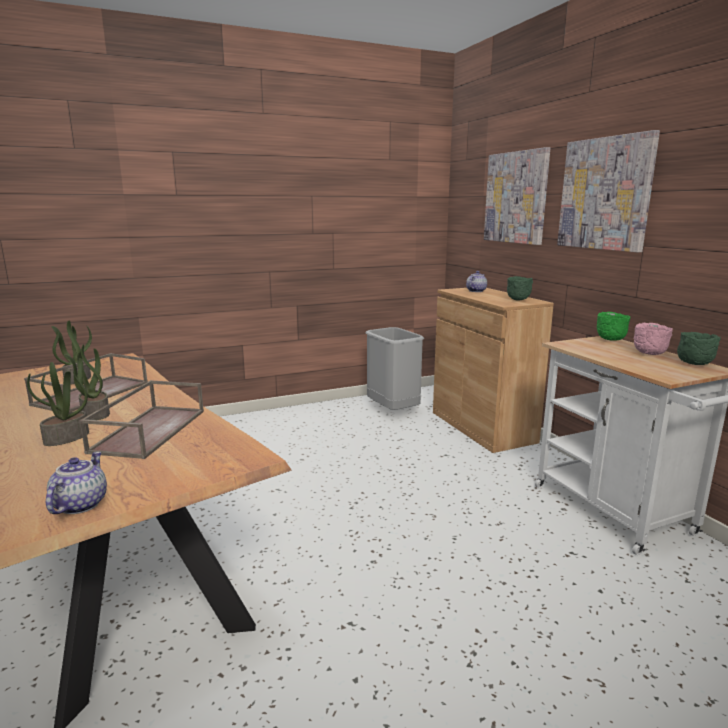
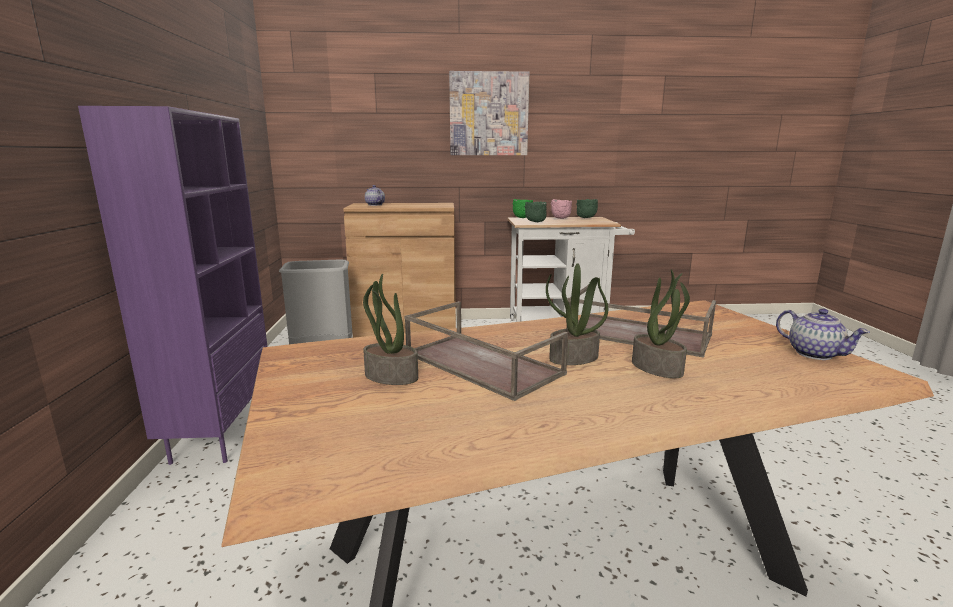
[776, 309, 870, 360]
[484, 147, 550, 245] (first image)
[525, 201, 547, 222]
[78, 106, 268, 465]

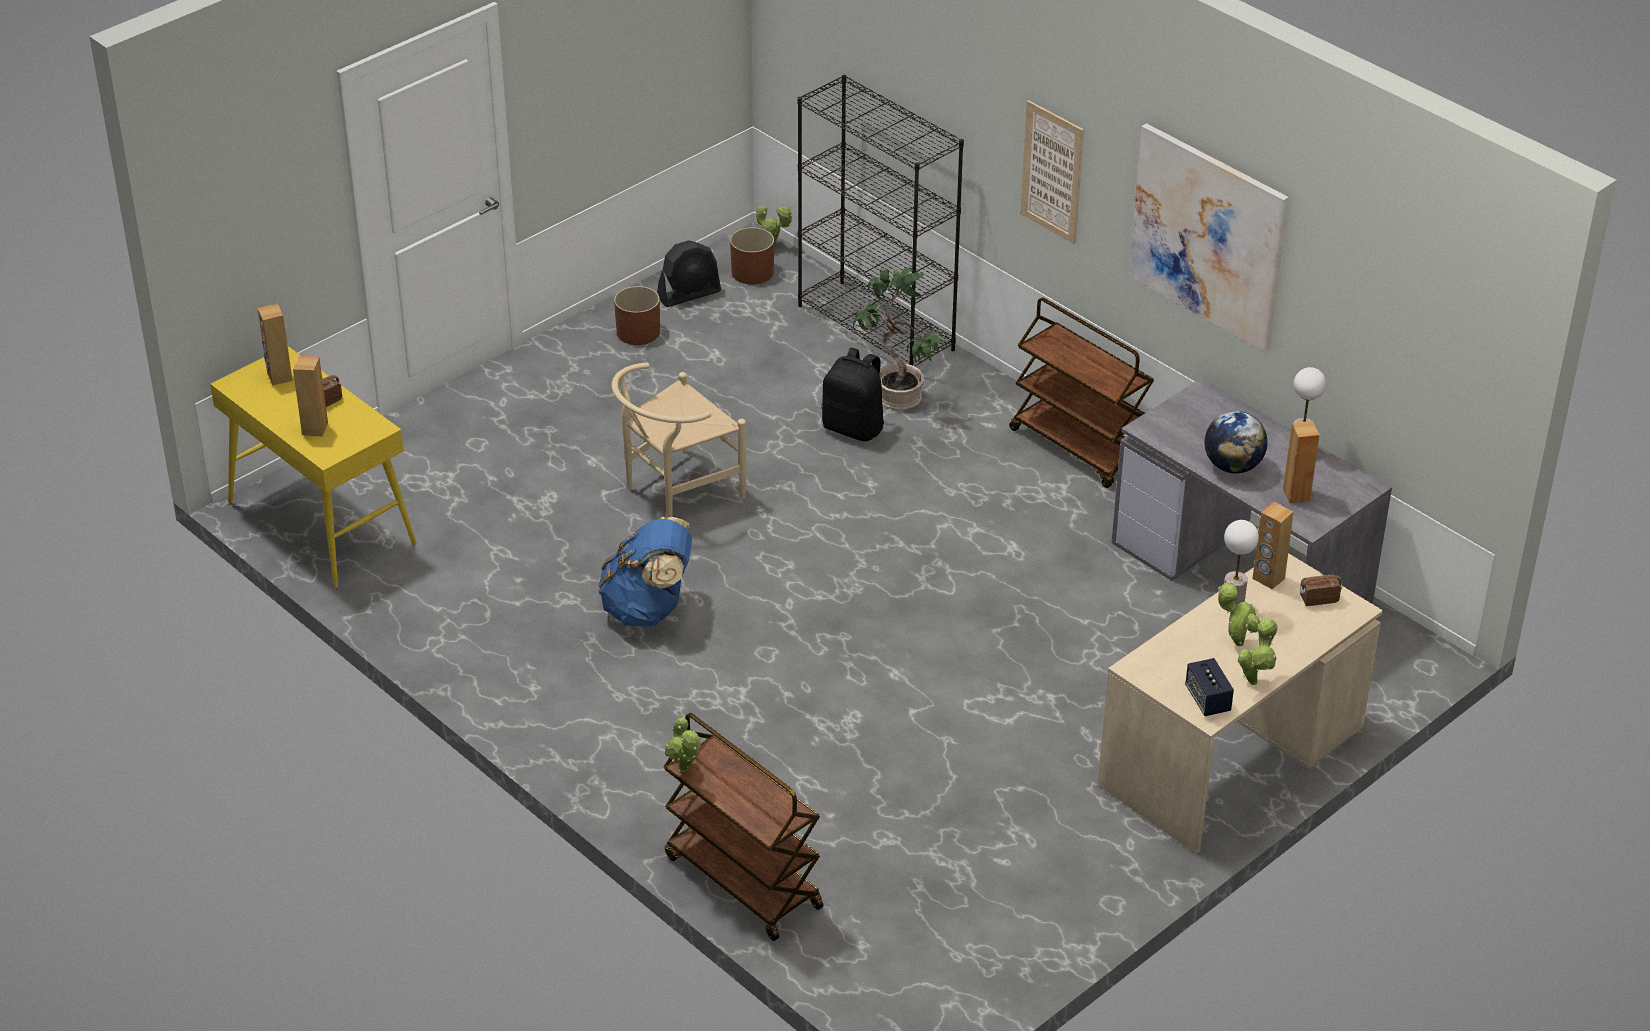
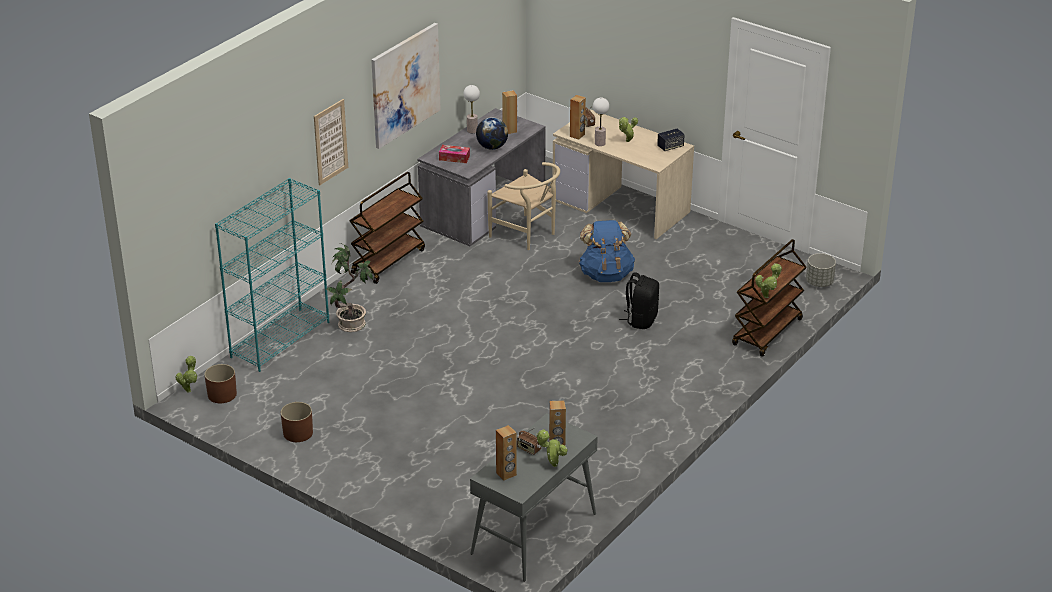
[470, 413, 598, 582]
[579, 220, 635, 282]
[487, 162, 560, 250]
[657, 240, 721, 307] (first image)
[215, 178, 329, 372]
[619, 272, 659, 329]
[536, 429, 568, 467]
[439, 145, 470, 163]
[806, 253, 836, 287]

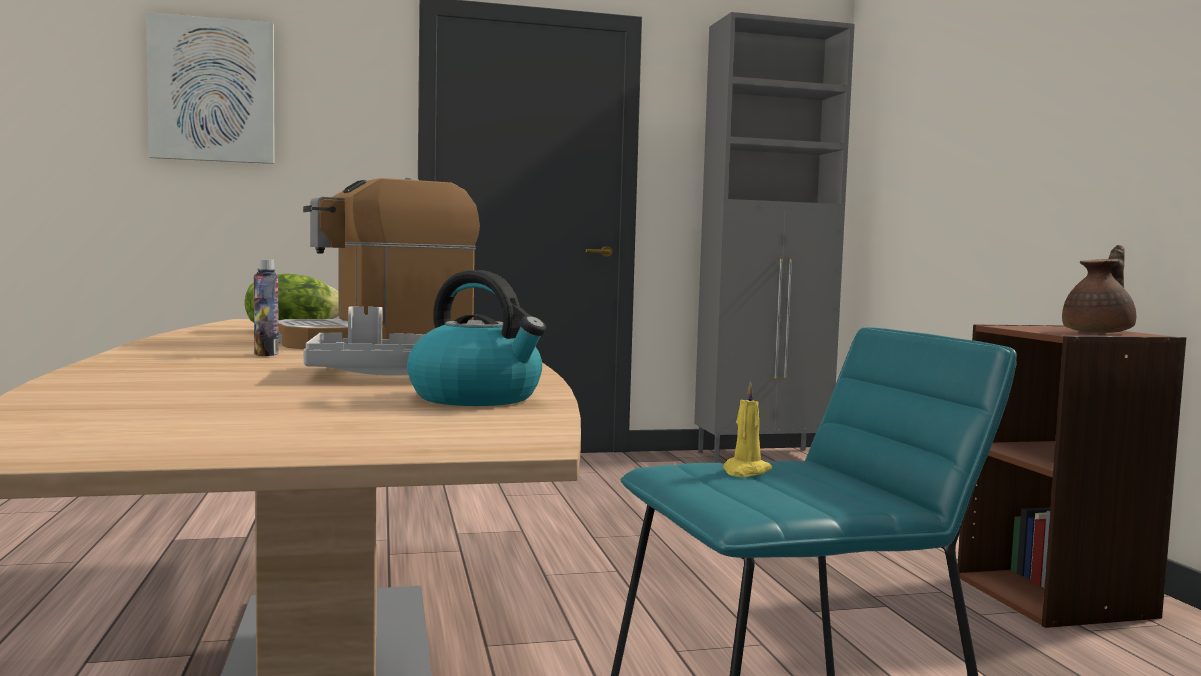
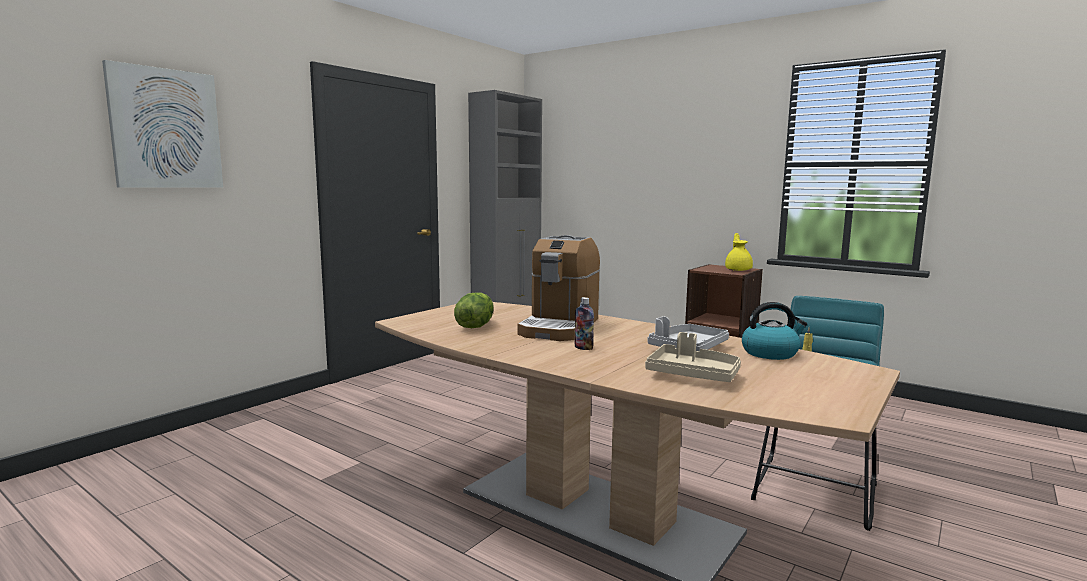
[725, 233, 753, 271]
[645, 332, 741, 382]

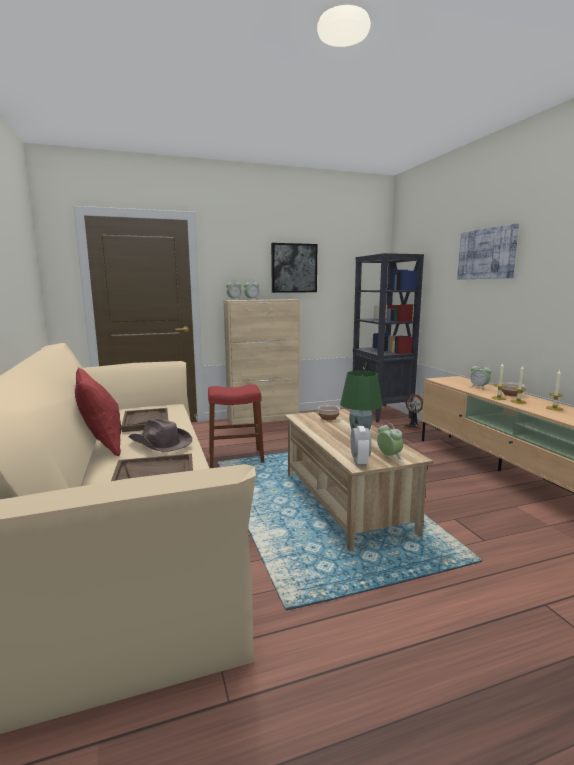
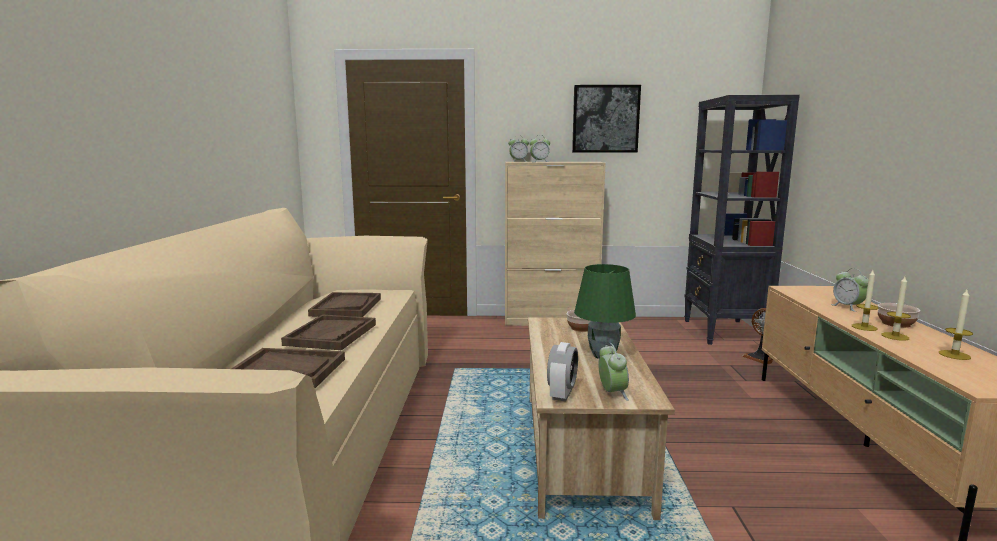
[75, 368, 121, 456] (first image)
[281, 314, 376, 350]
[208, 384, 264, 467] (first image)
[457, 223, 519, 279] (first image)

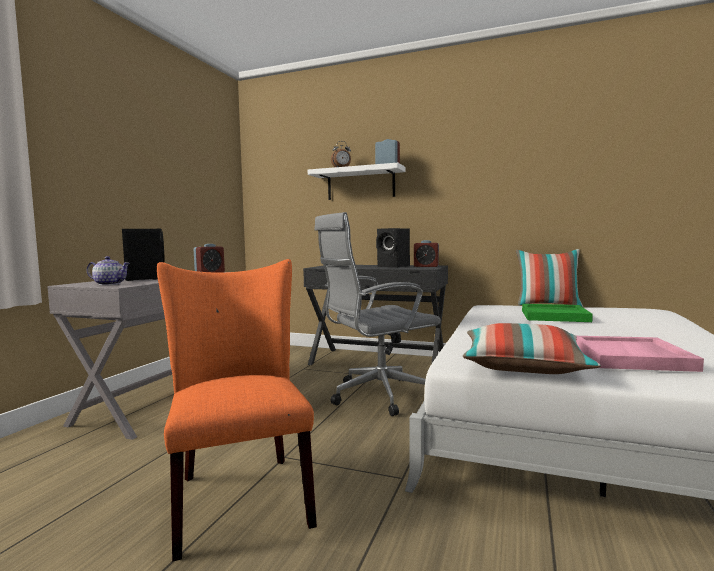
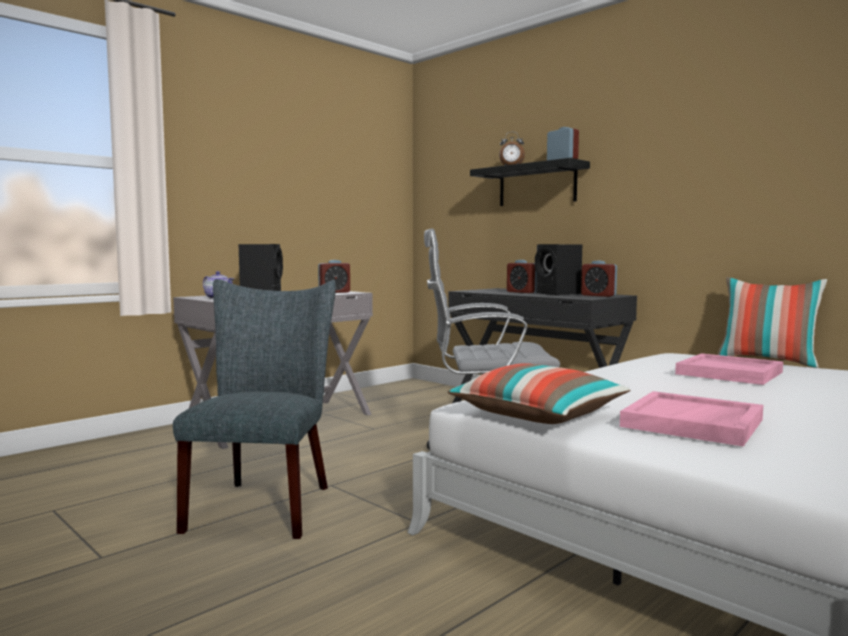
[173, 279, 336, 539]
[470, 158, 590, 206]
[675, 353, 783, 385]
[507, 260, 536, 293]

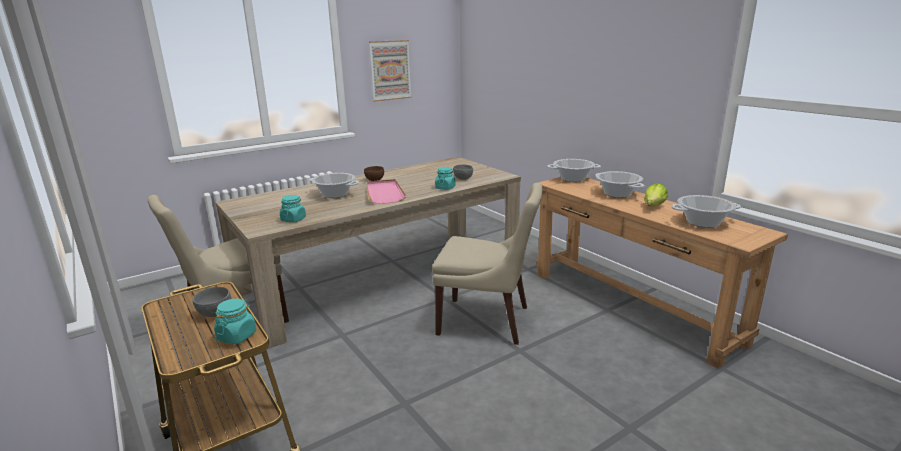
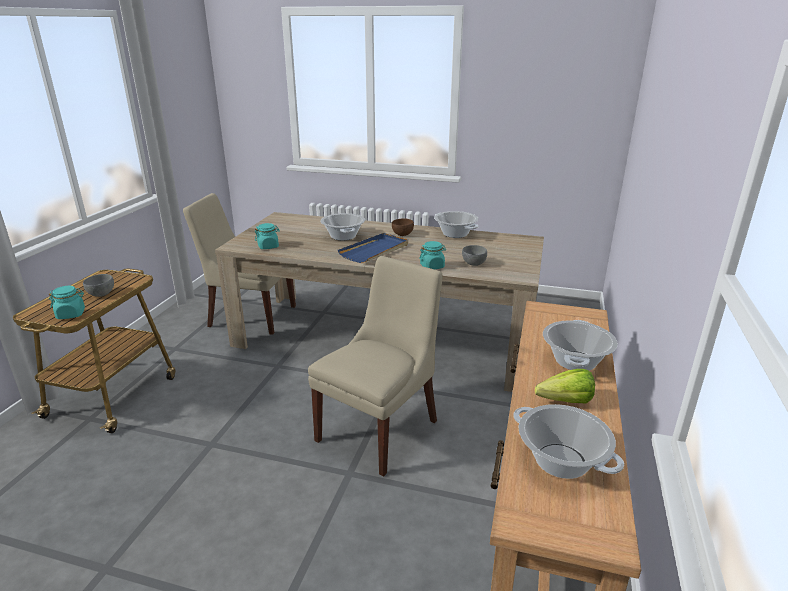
[338, 233, 408, 263]
[369, 40, 412, 102] (first image)
[308, 256, 442, 477]
[434, 211, 479, 238]

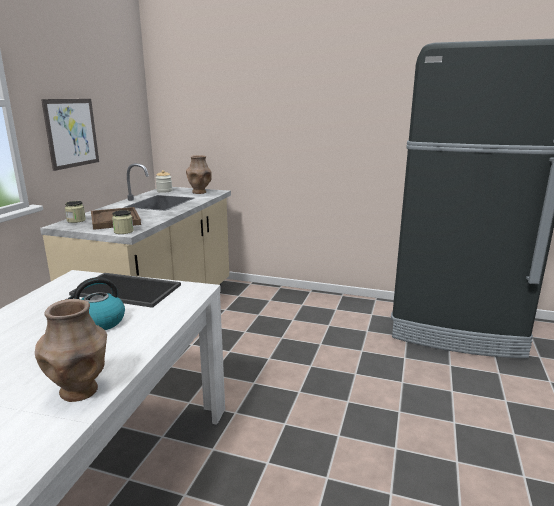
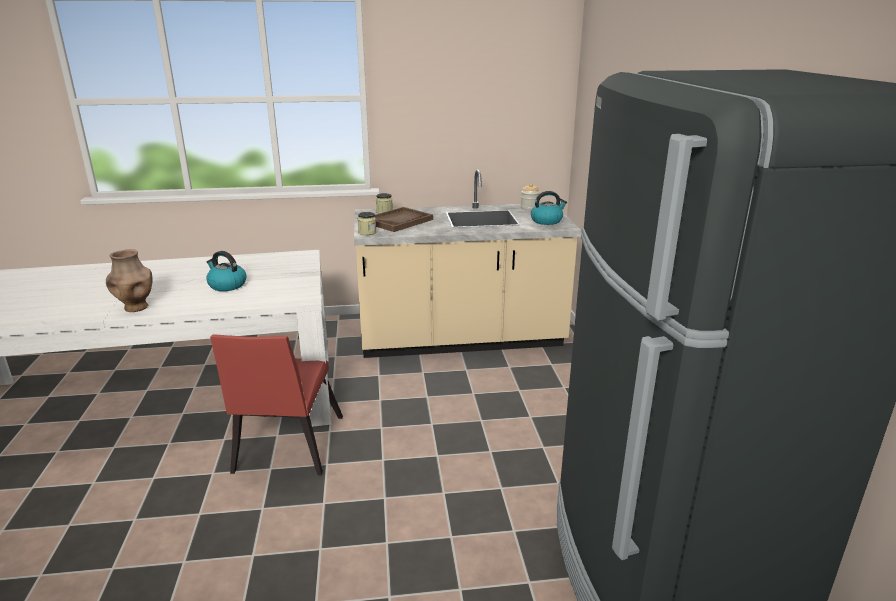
[41, 99, 99, 171] (first image)
[69, 273, 181, 308] (first image)
[531, 191, 567, 225]
[210, 334, 343, 475]

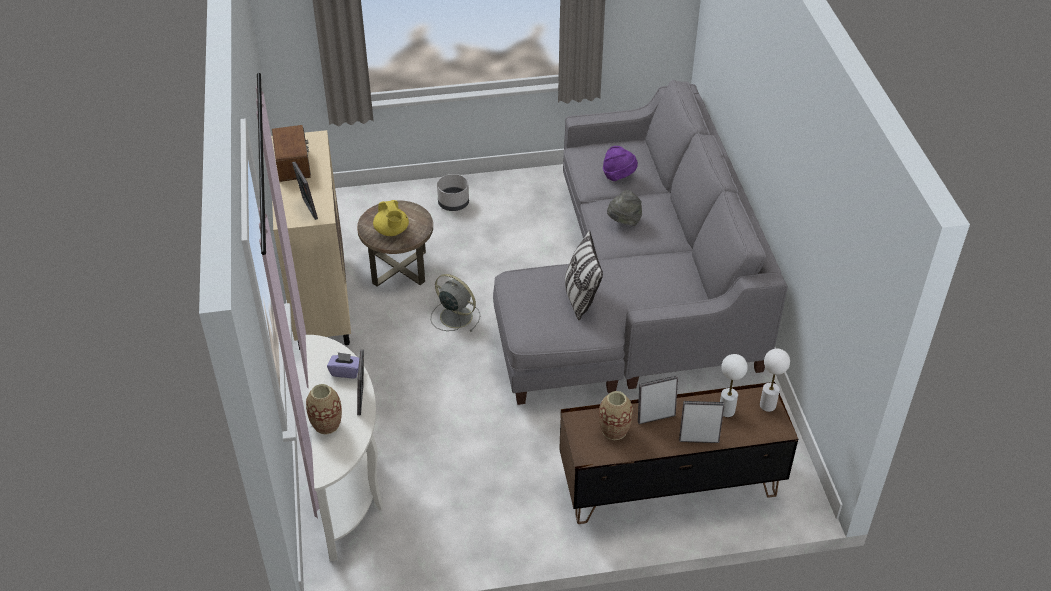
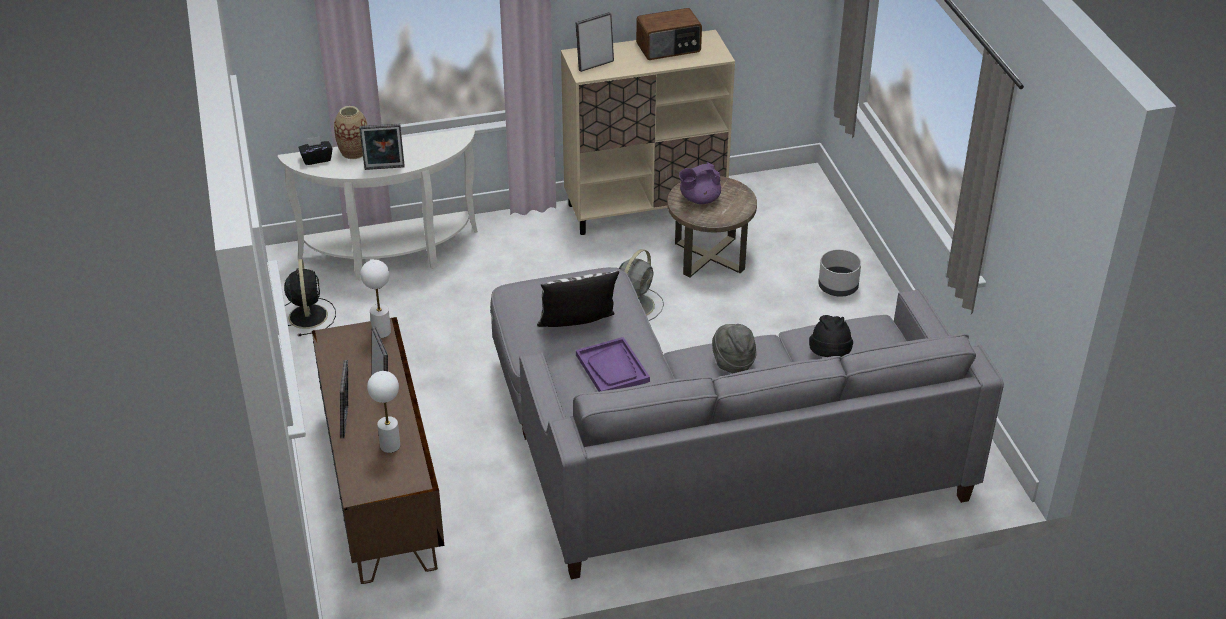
[327, 352, 359, 378] (first image)
[679, 162, 721, 204]
[599, 391, 633, 440] (first image)
[809, 315, 853, 357]
[360, 260, 391, 338]
[284, 259, 336, 336]
[298, 136, 332, 165]
[576, 337, 650, 392]

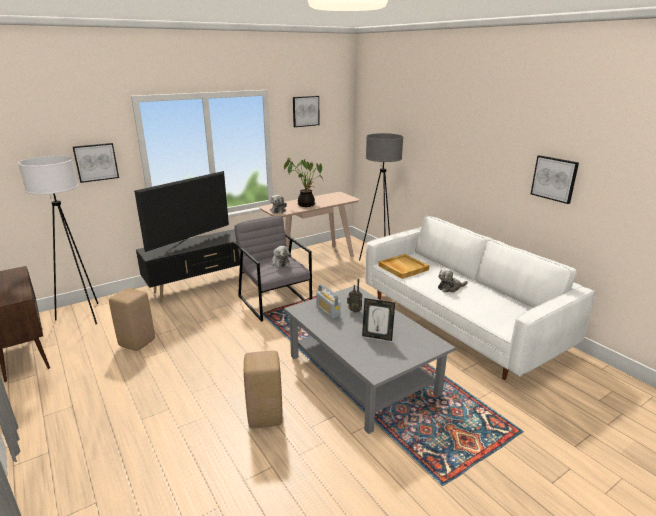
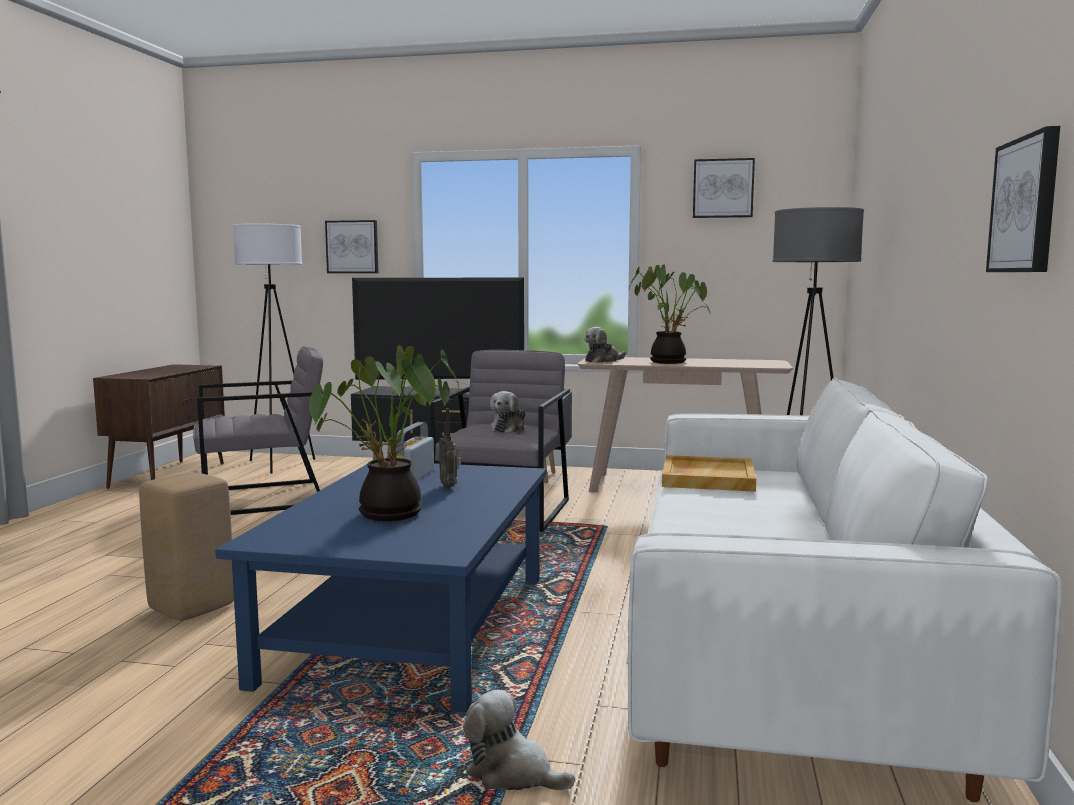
[193, 346, 324, 515]
[215, 463, 546, 712]
[310, 345, 459, 521]
[463, 689, 575, 791]

